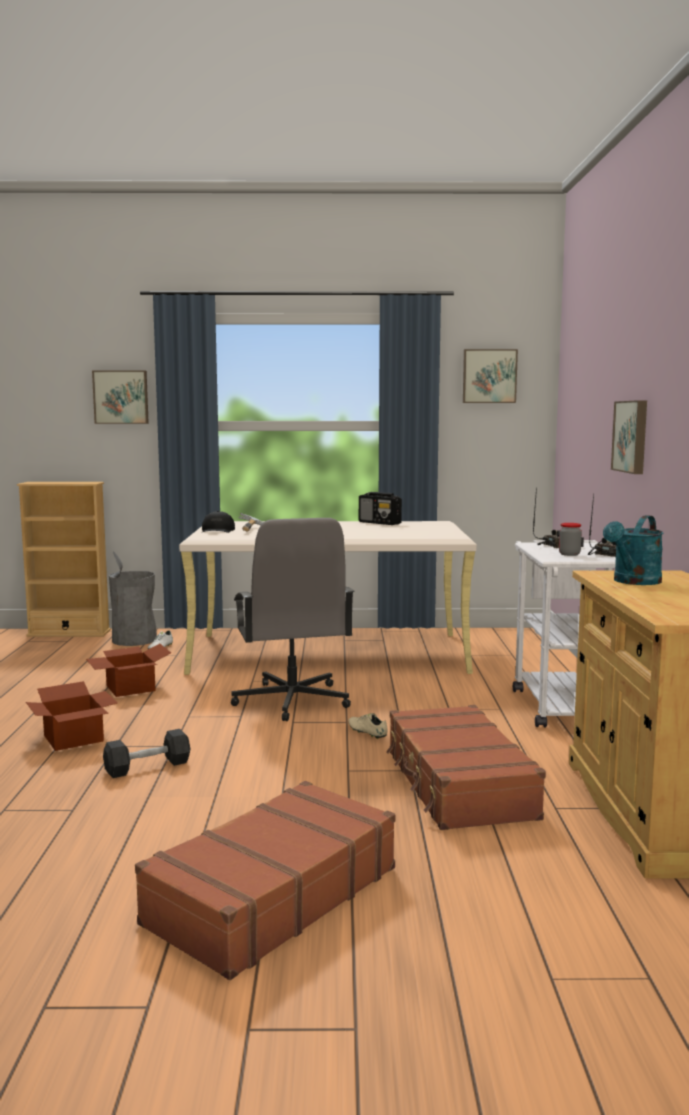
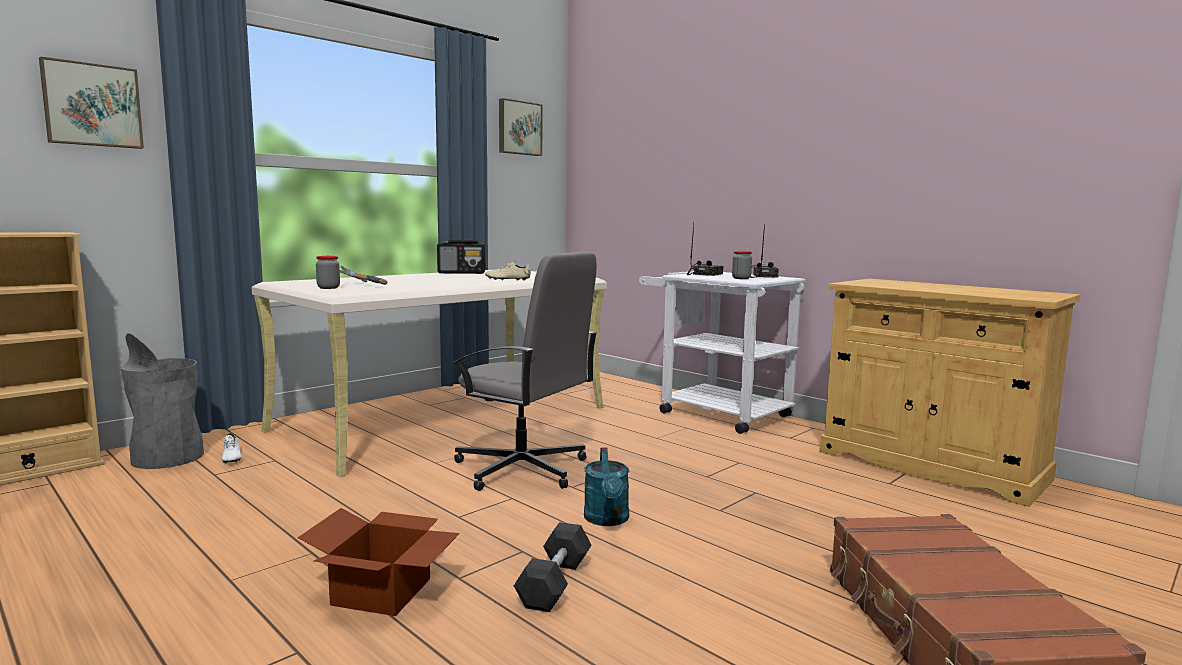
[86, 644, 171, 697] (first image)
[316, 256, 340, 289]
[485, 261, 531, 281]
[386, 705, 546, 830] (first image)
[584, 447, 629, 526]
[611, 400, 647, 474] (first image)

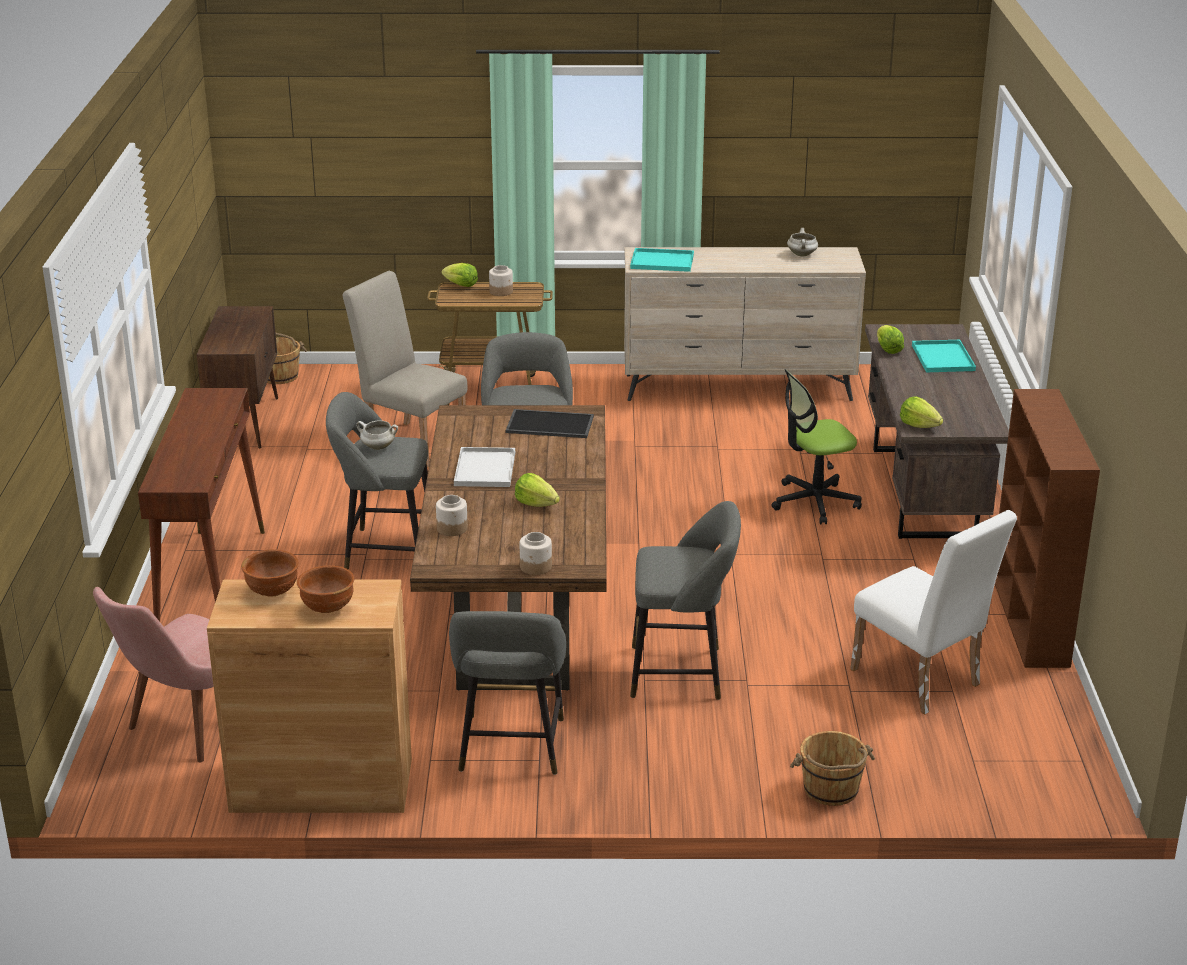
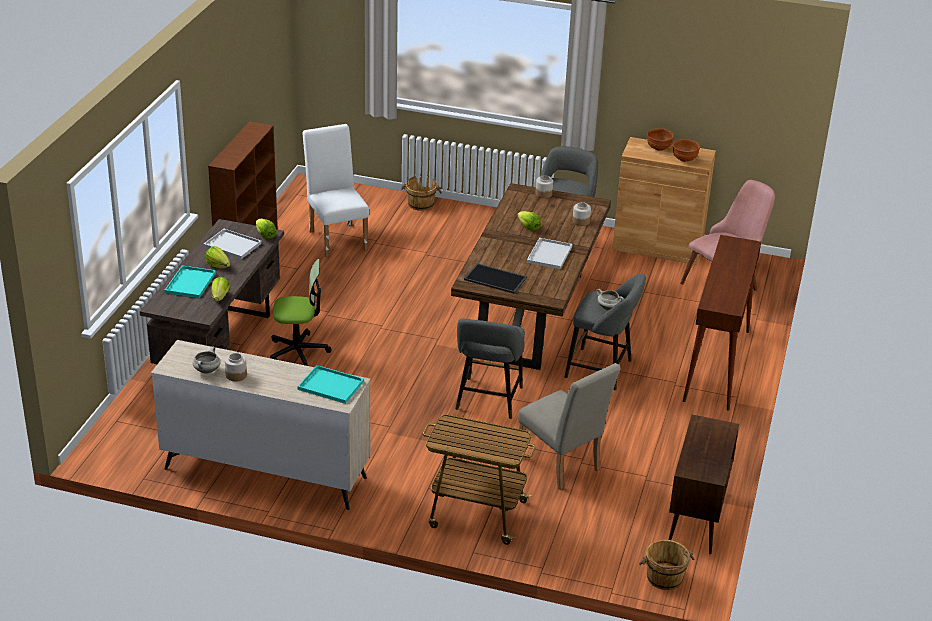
[205, 246, 230, 268]
[225, 353, 247, 382]
[630, 501, 741, 700] (first image)
[204, 229, 262, 259]

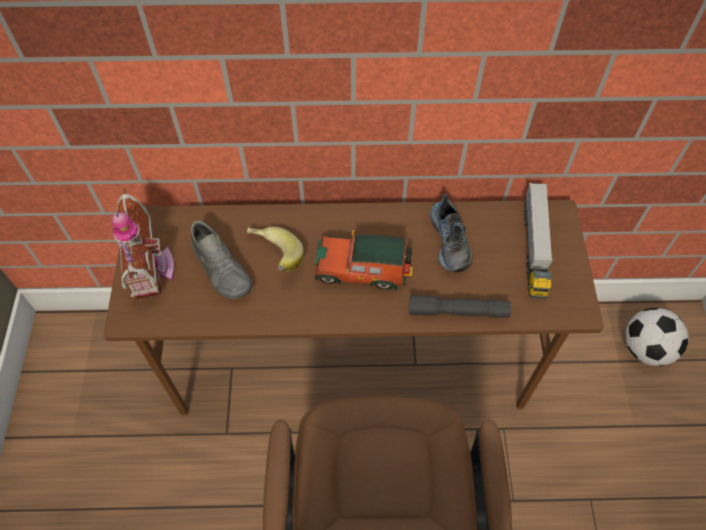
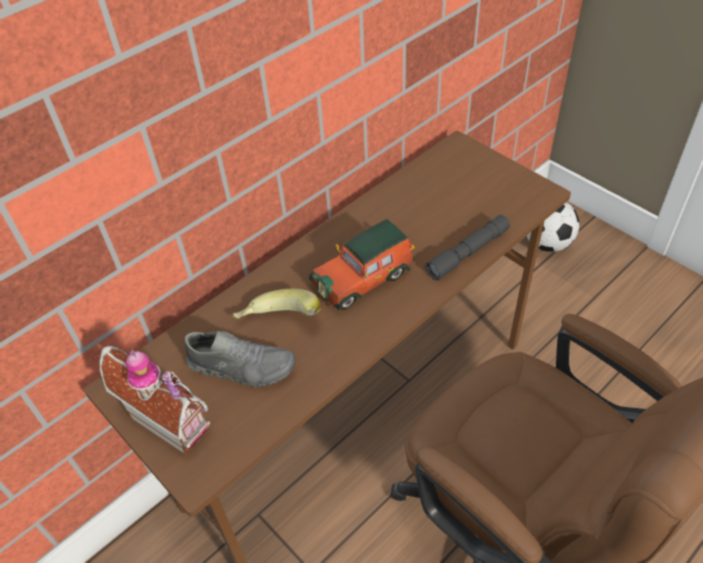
[430, 194, 473, 272] (first image)
[524, 183, 553, 299] (first image)

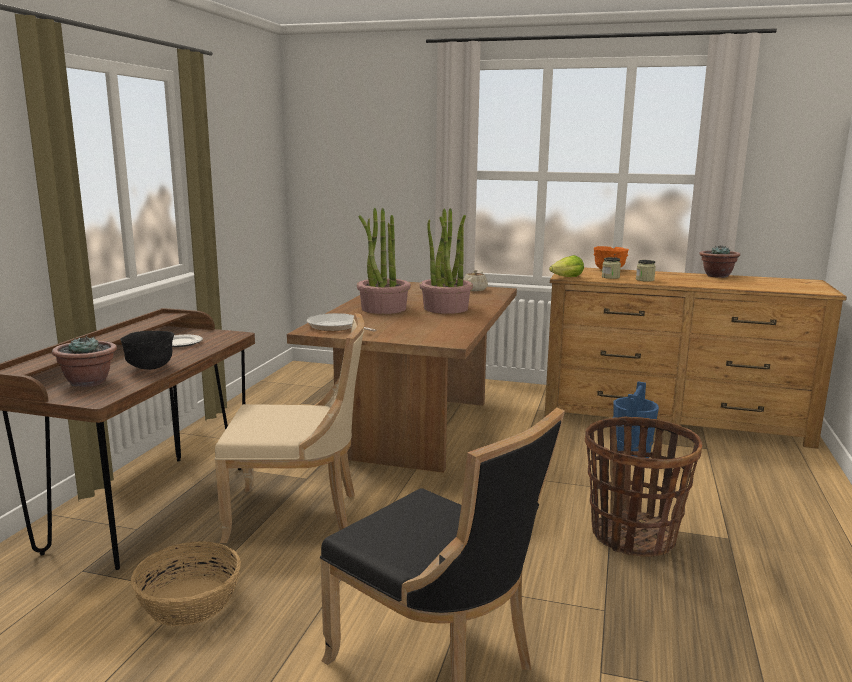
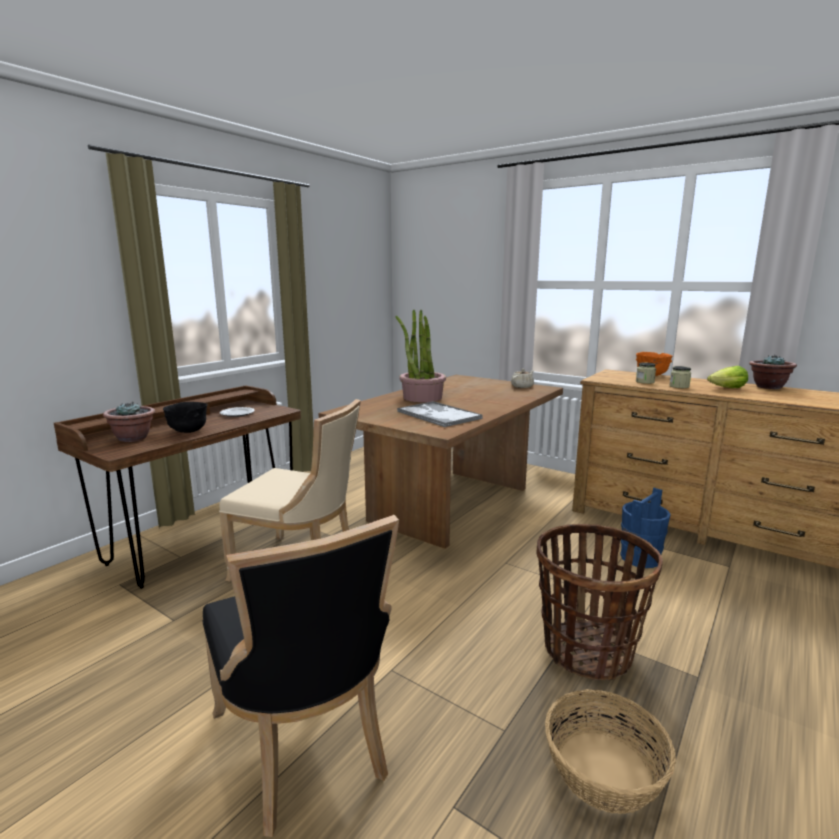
[545, 689, 676, 814]
[307, 313, 376, 332] (first image)
[420, 208, 473, 314] (first image)
[707, 366, 748, 388]
[397, 401, 483, 428]

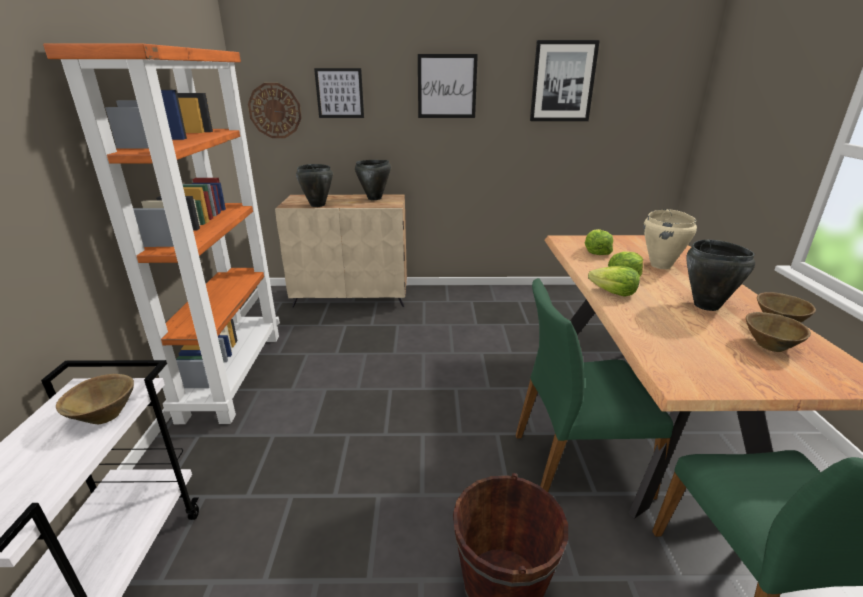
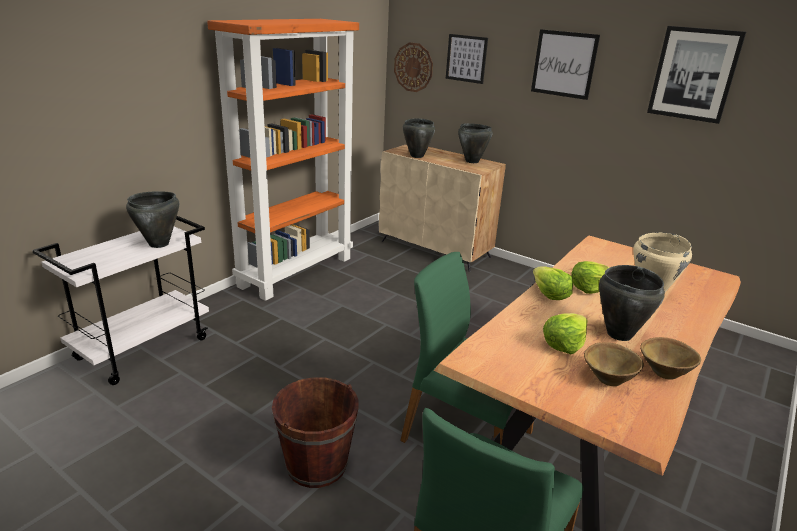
[126, 191, 179, 248]
[543, 313, 588, 354]

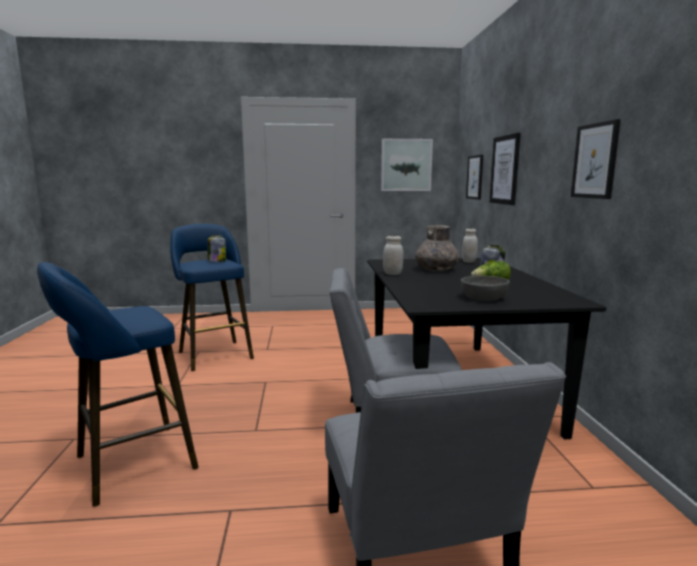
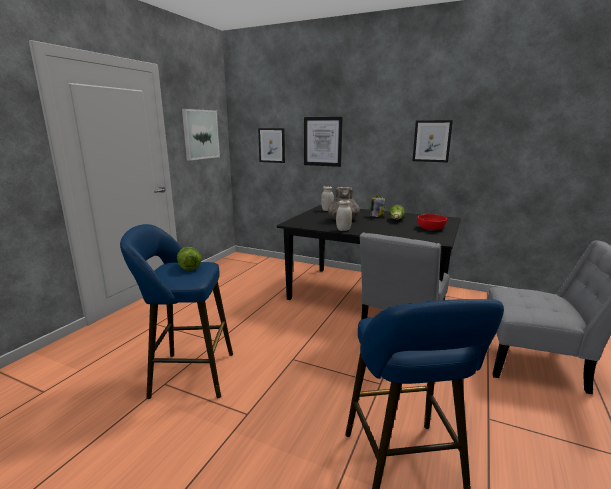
[177, 247, 202, 271]
[417, 214, 447, 230]

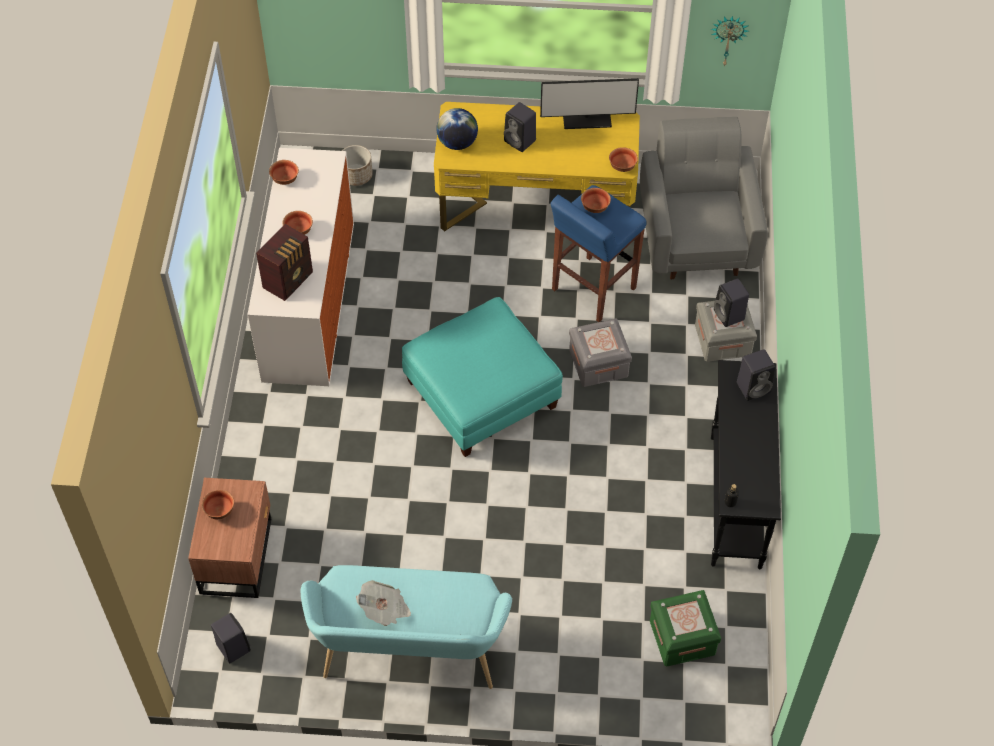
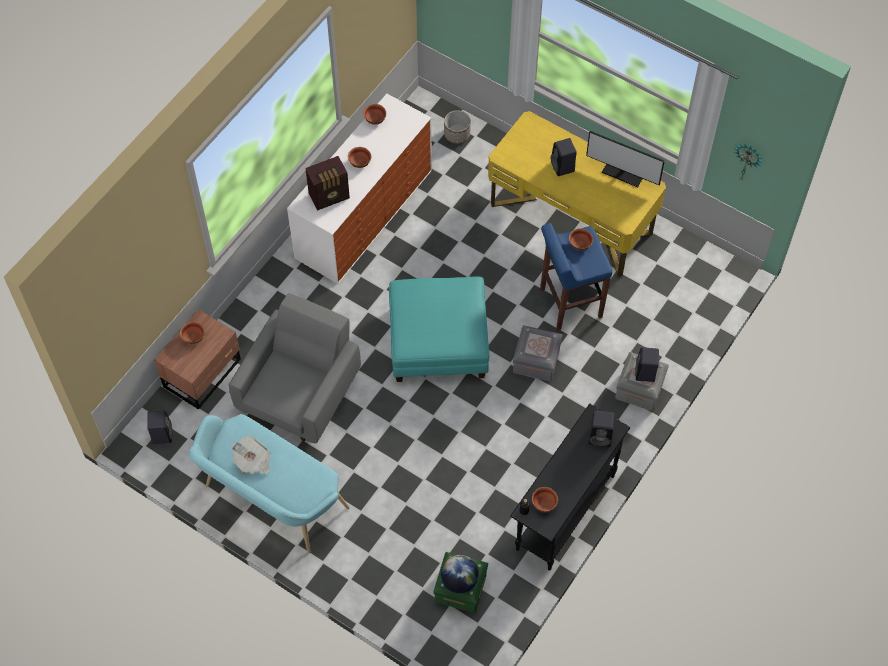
[441, 555, 479, 593]
[532, 487, 558, 512]
[229, 293, 361, 443]

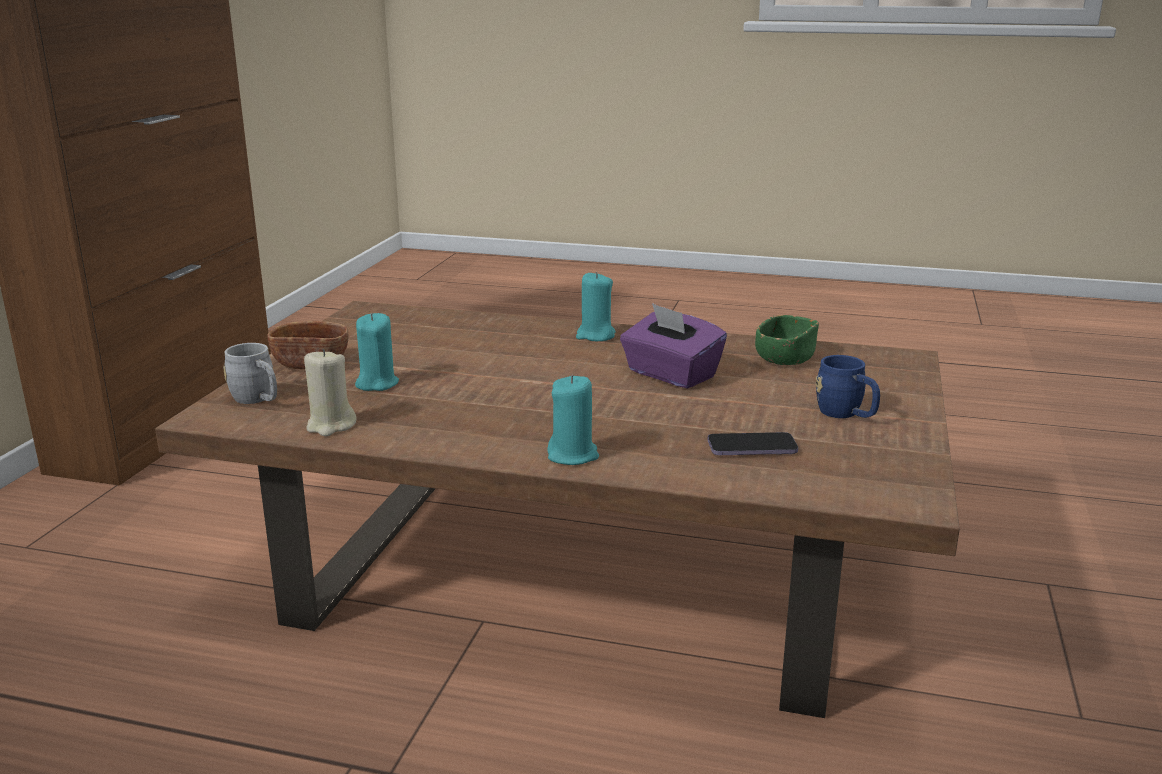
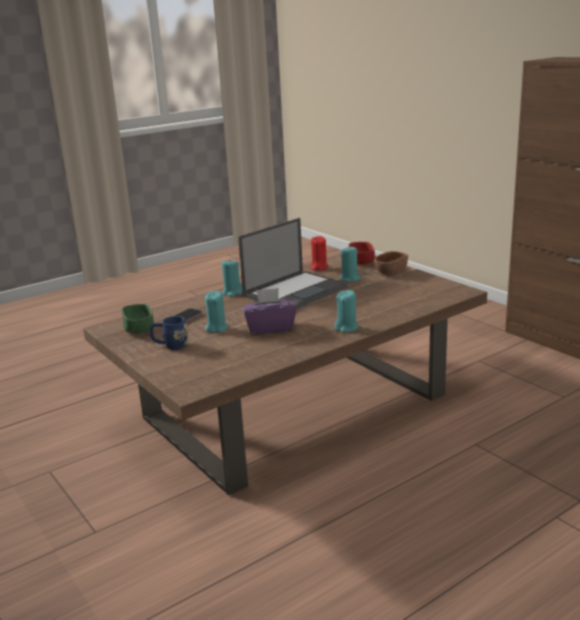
[349, 242, 375, 265]
[310, 236, 328, 271]
[122, 304, 154, 334]
[205, 291, 228, 333]
[238, 218, 348, 308]

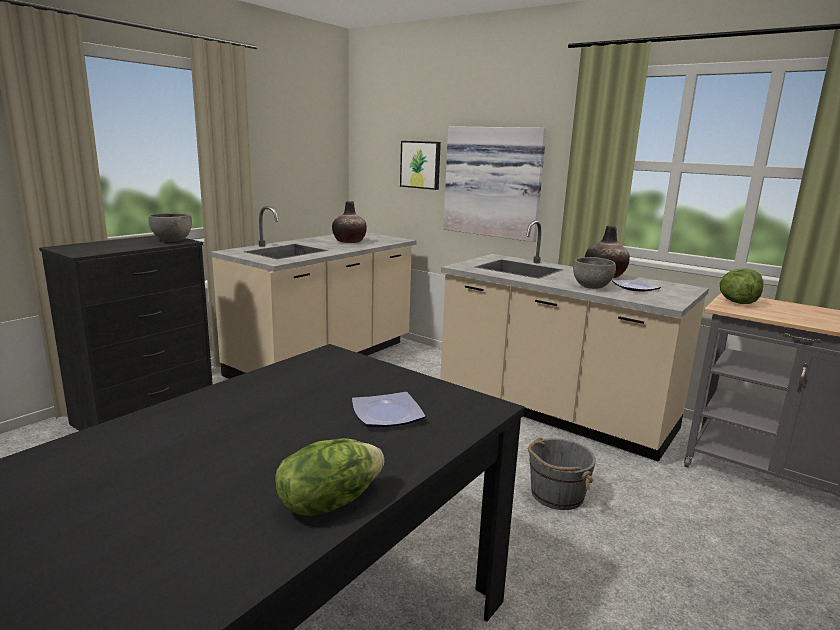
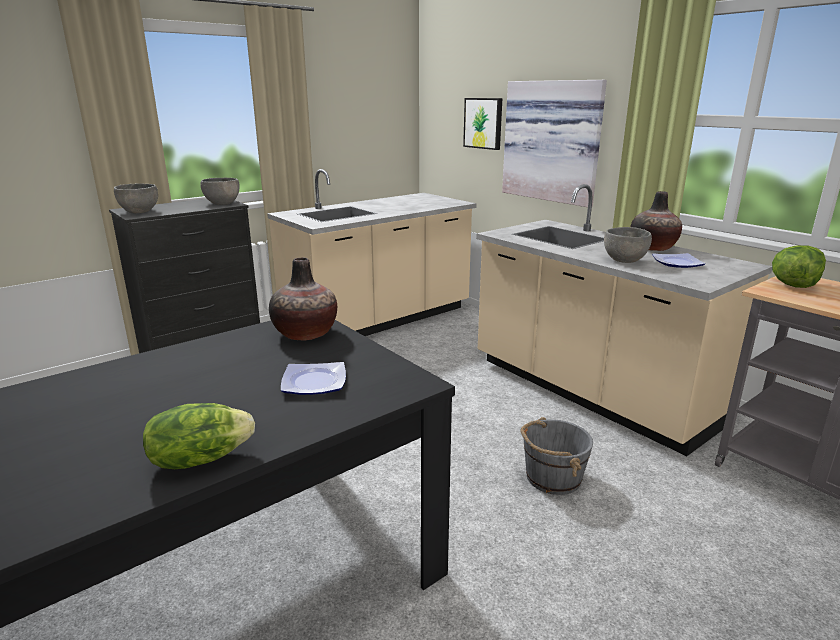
[269, 257, 337, 341]
[114, 184, 158, 213]

